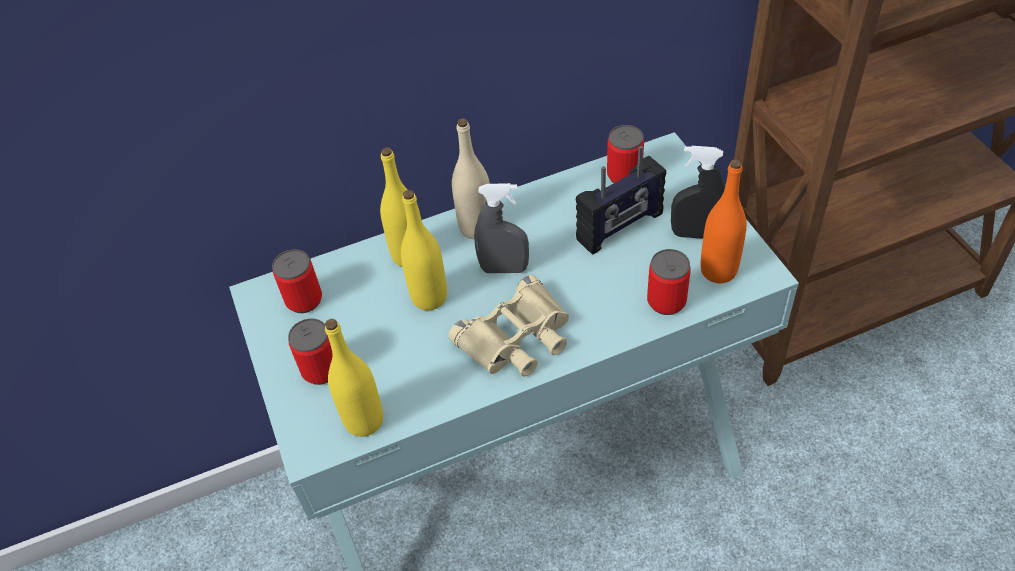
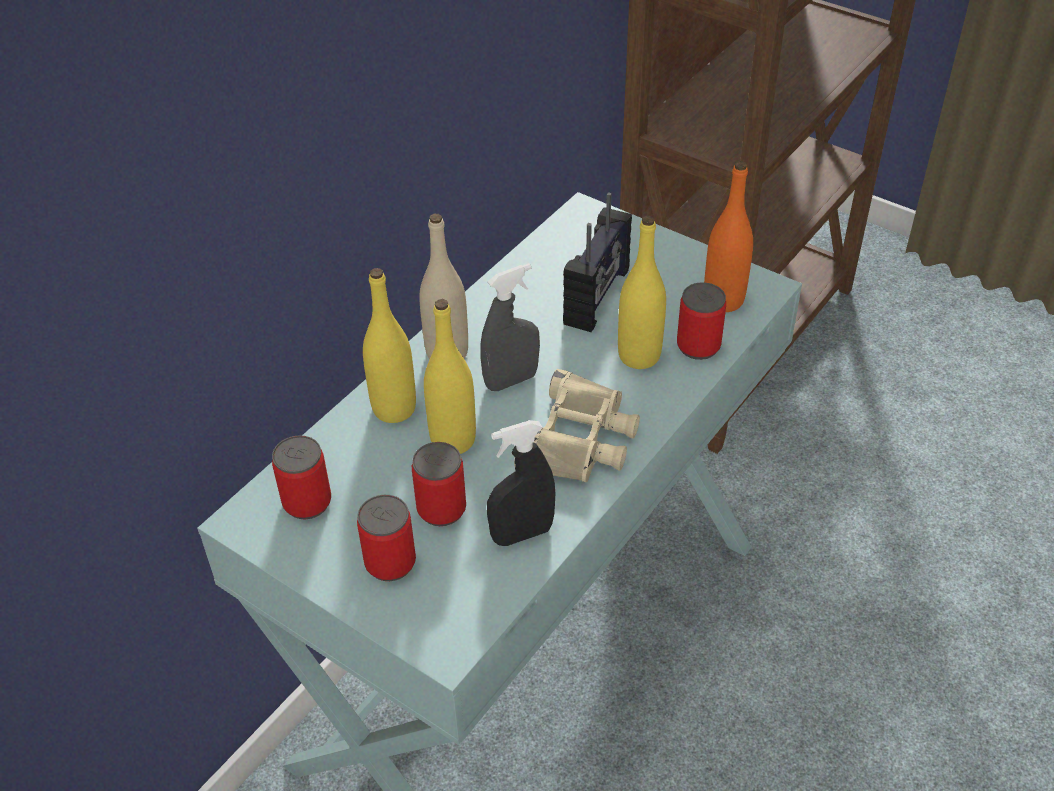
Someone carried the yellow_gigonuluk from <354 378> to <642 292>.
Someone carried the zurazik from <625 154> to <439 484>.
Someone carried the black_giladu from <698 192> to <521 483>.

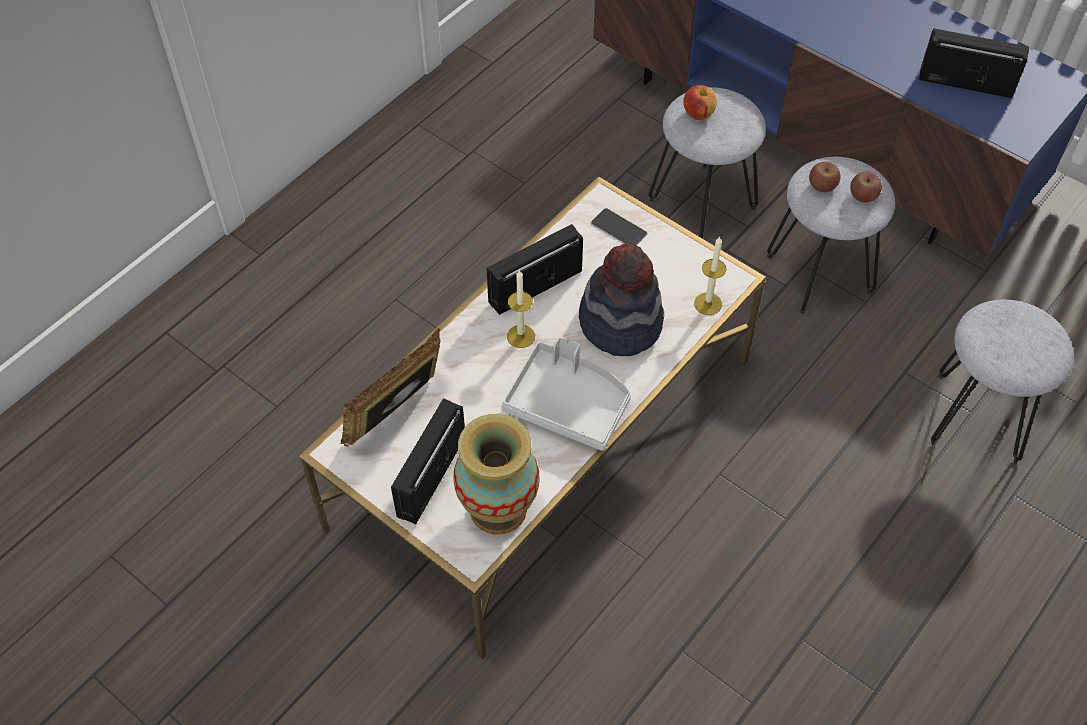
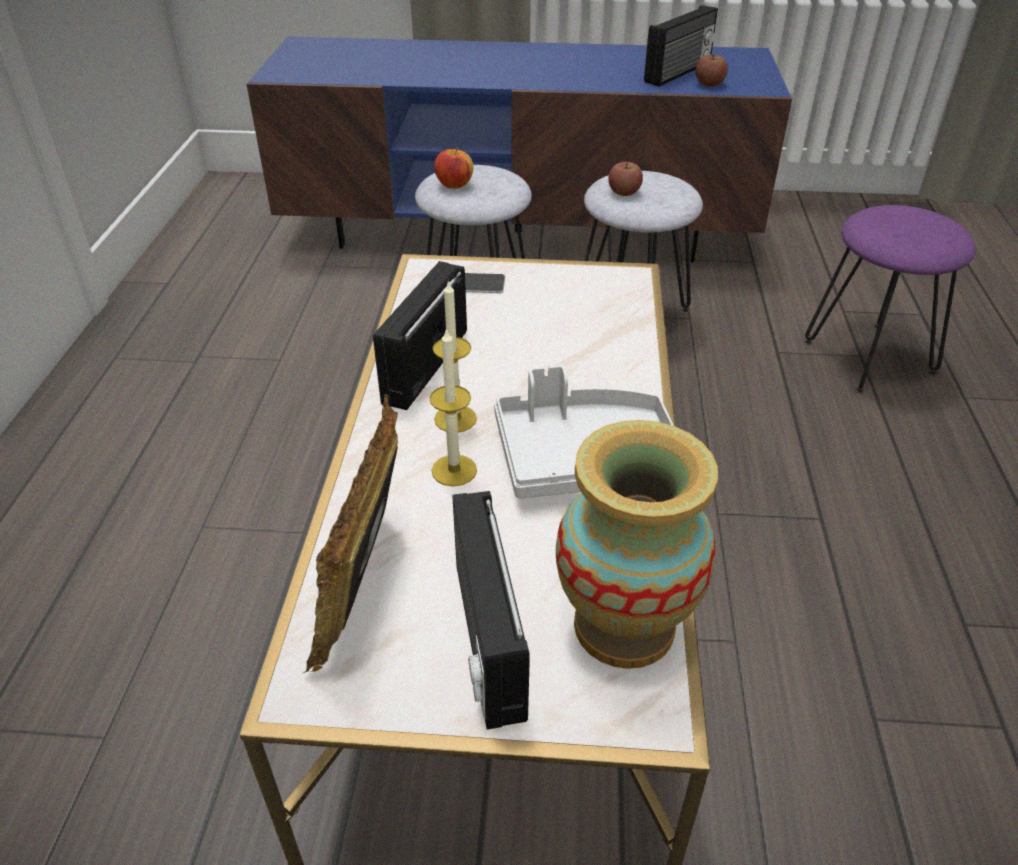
Someone took away the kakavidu at <621 299>.
Someone carried the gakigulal from <710 275> to <453 407>.
Someone carried the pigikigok from <866 186> to <712 70>.
Someone rotated the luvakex at <974 63> by 150 degrees clockwise.
Someone repainted the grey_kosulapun at <1001 382>, which became the purple_kosulapun at <890 299>.

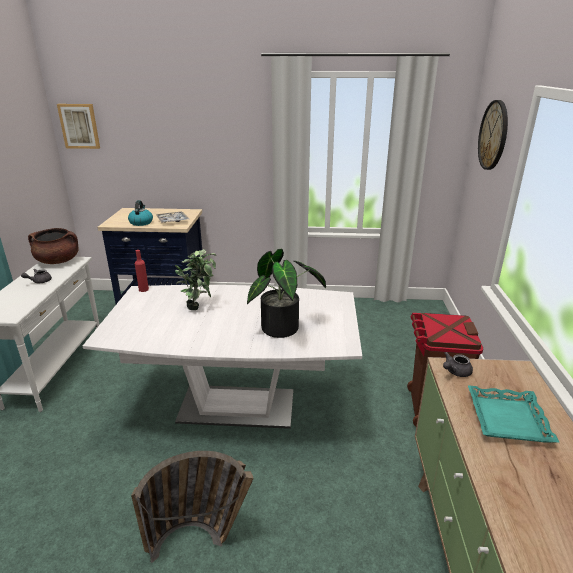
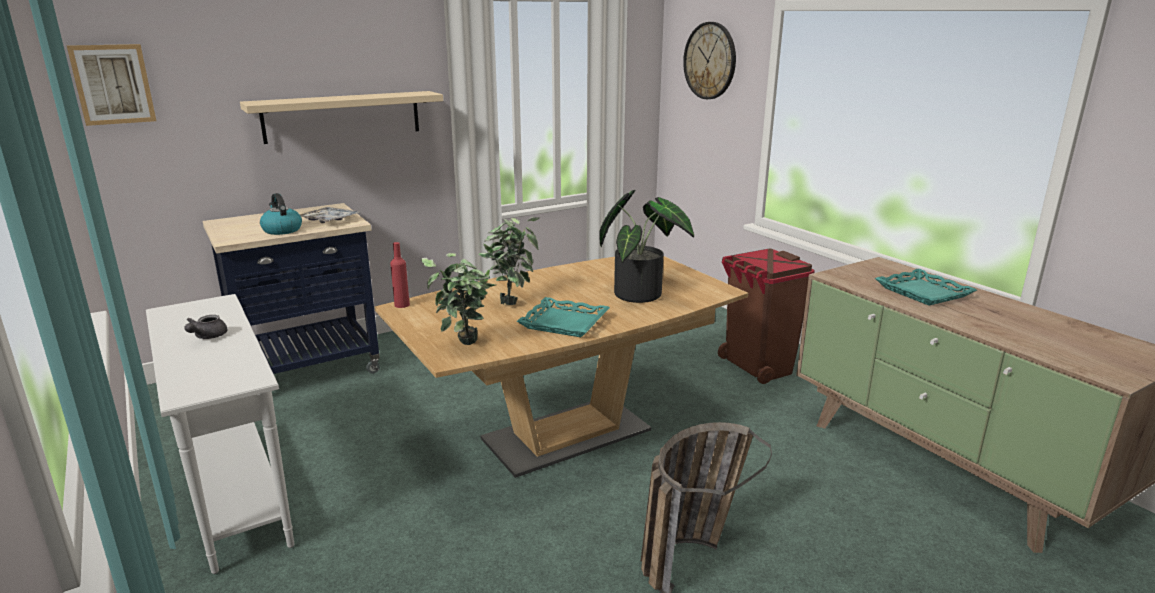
Someone took away the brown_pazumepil at <53 246>.
Someone repainted the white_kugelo at <222 357>, which became the brown_kugelo at <561 367>.
Someone took away the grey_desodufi at <458 364>.
Someone put up the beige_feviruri at <341 117>.
Someone put down the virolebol at <457 299>.
Someone put down the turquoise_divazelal at <563 317>.

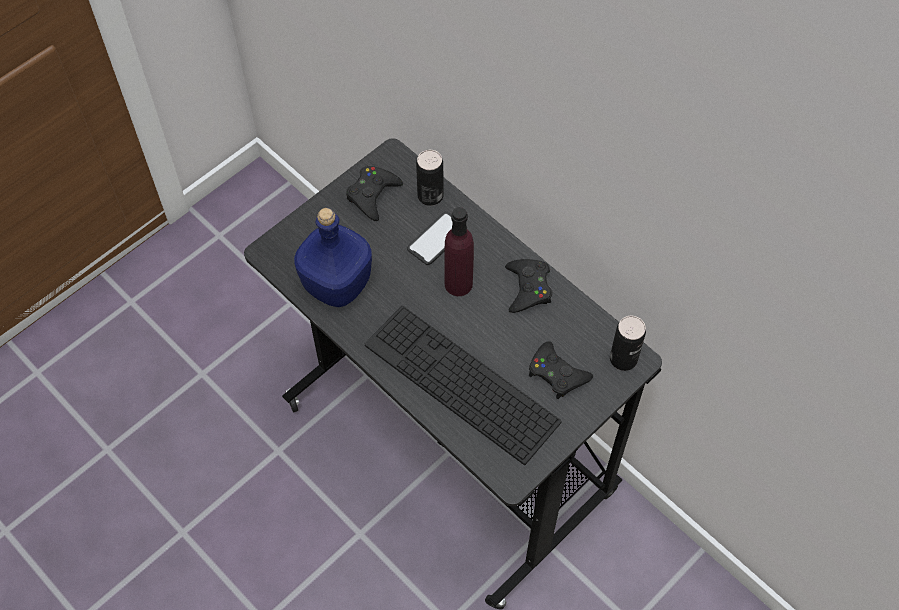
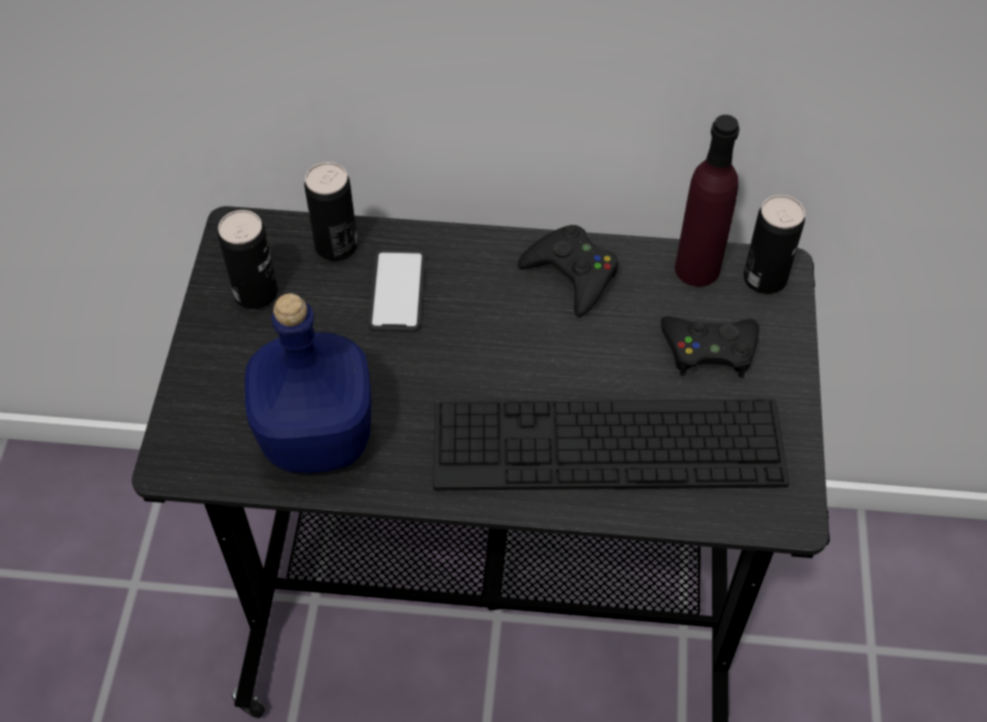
Someone swapped the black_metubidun at <374 193> for the zurazik at <248 259>.
Someone carried the purple_gigonuluk from <459 251> to <707 201>.

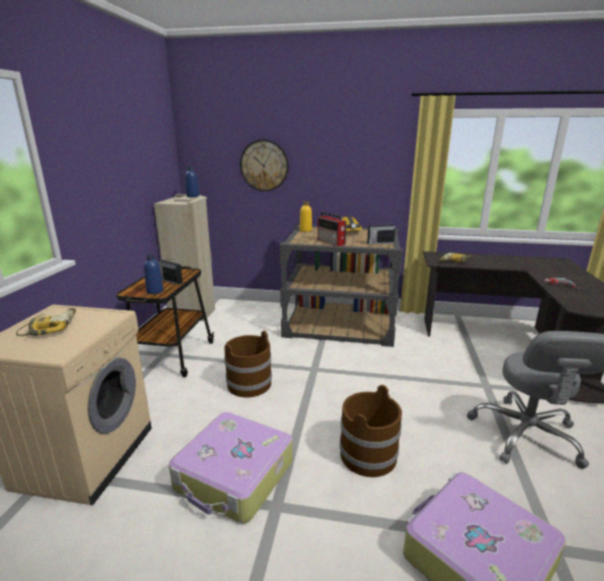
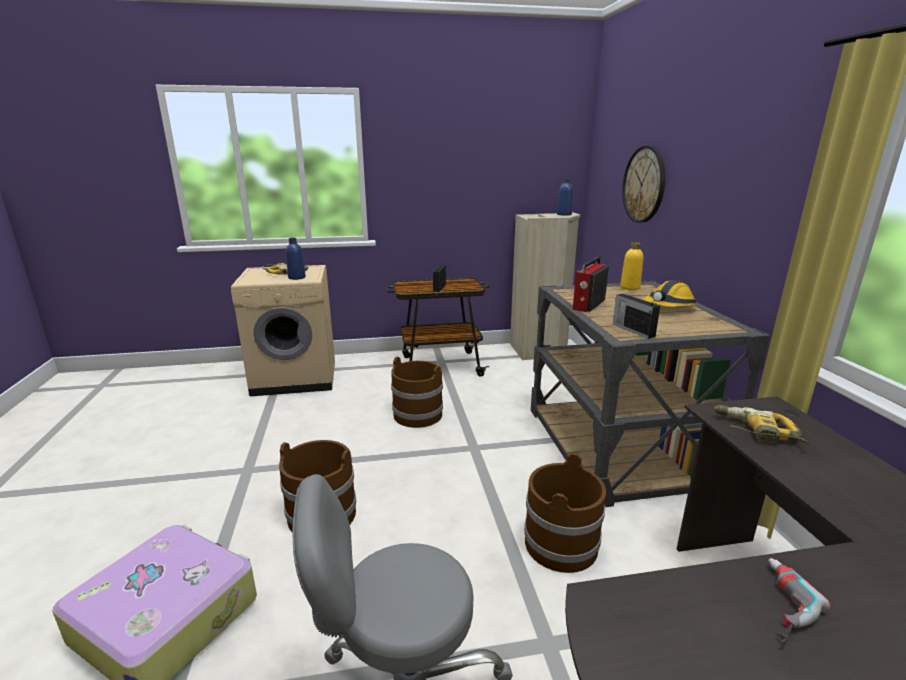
Someone carried the blue_gigonuluk from <154 274> to <296 259>.
Someone took away the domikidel at <231 468>.
Someone put down the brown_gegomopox at <565 513>.

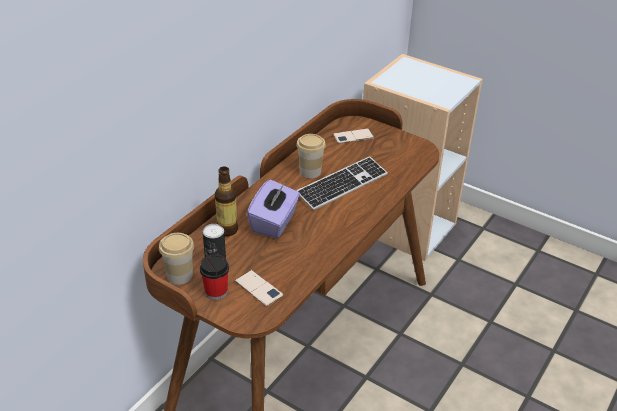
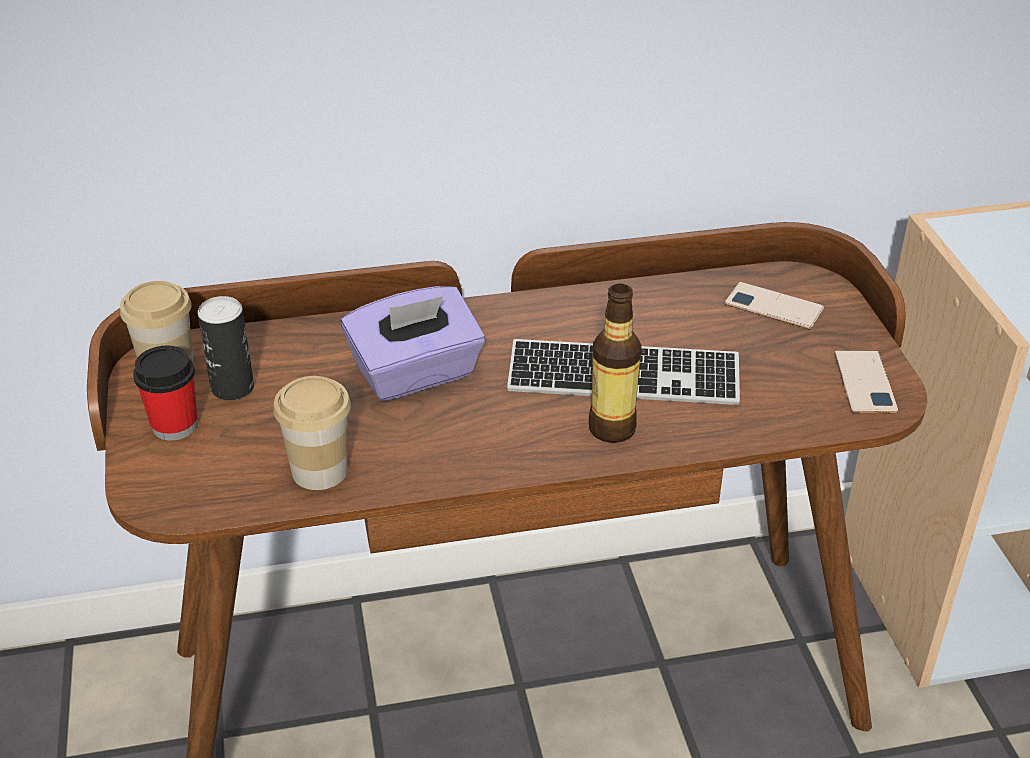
Someone carried the gigonuluk from <226 201> to <615 363>.
Someone carried the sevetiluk from <259 288> to <866 381>.
Someone carried the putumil from <311 156> to <312 433>.

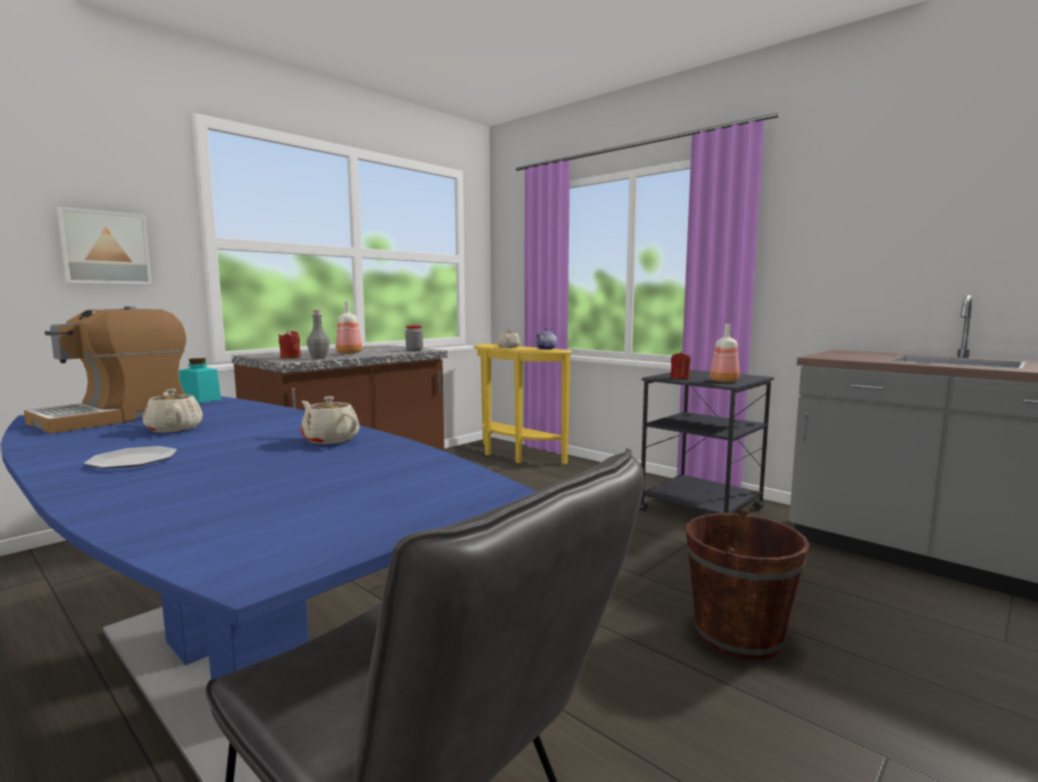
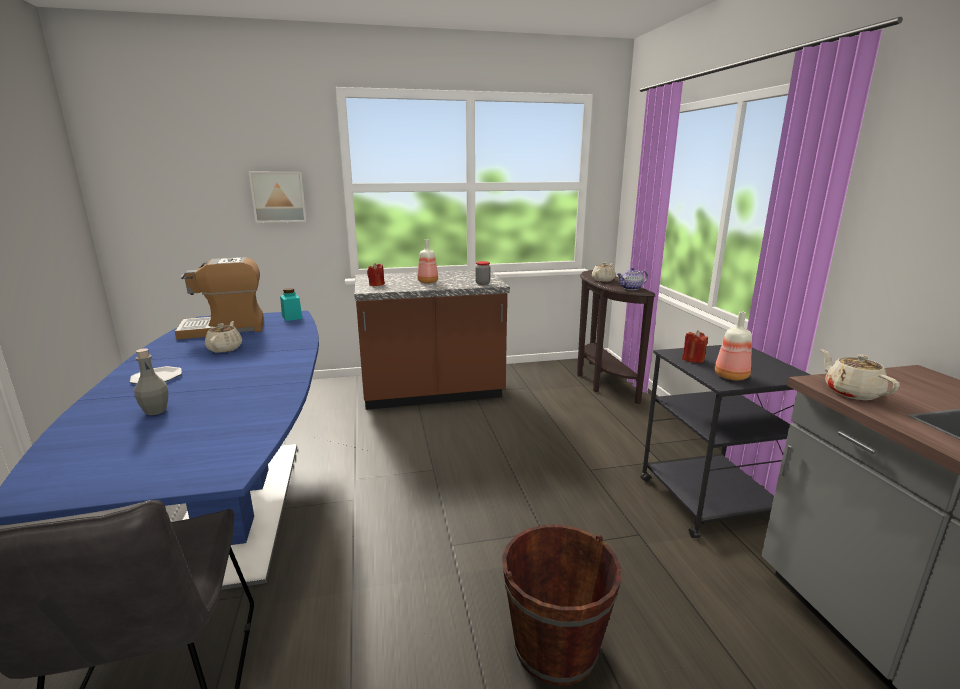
Someone carried the beige_desodufi from <330 420> to <860 374>.
Someone carried the grey_gigonuluk from <318 334> to <151 381>.
Someone repainted the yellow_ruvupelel at <523 404>, which became the brown_ruvupelel at <616 337>.

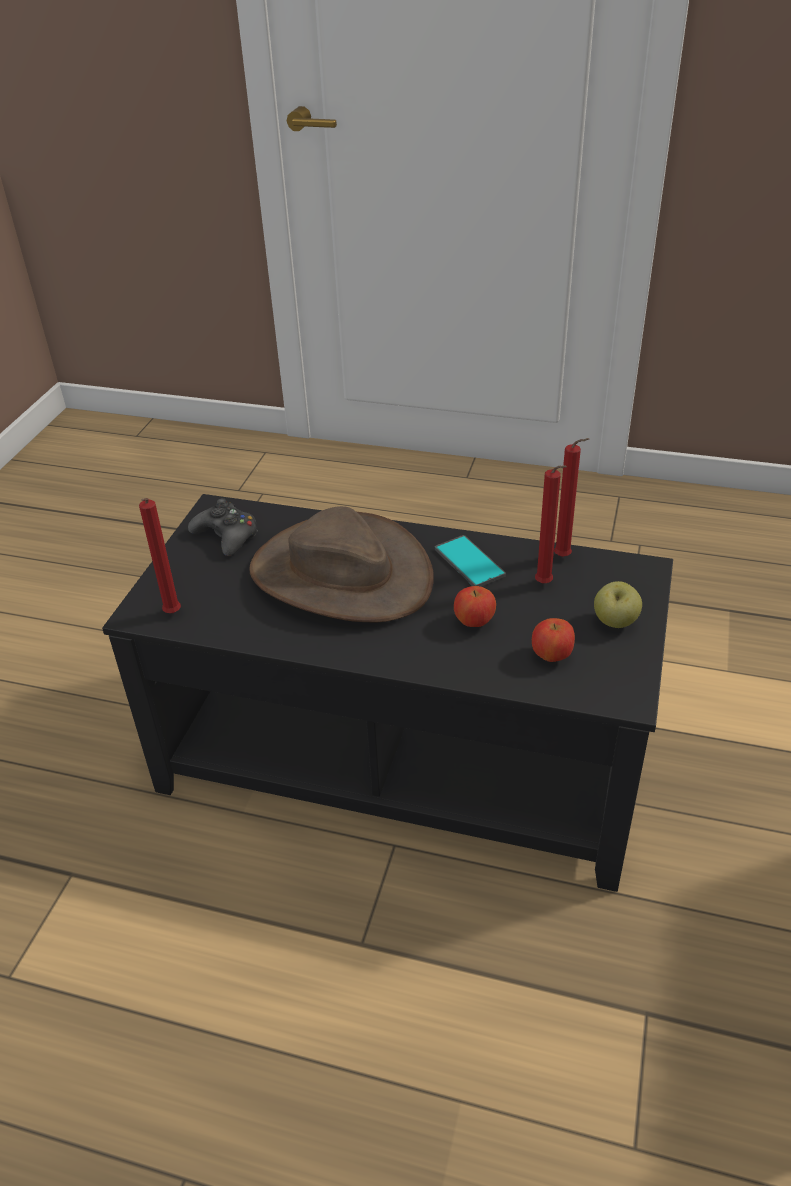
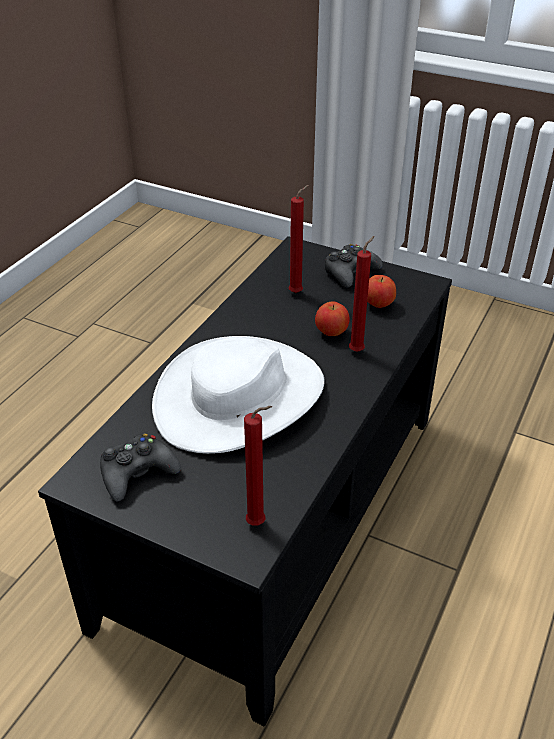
Someone repainted the brown_kakavidu at <341 564>, which became the white_kakavidu at <238 395>.
Someone took away the sevetiluk at <470 561>.
Someone carried the red_gakigulal from <571 497> to <362 294>.
Someone swapped the pigikigok at <618 604> for the black_metubidun at <354 265>.

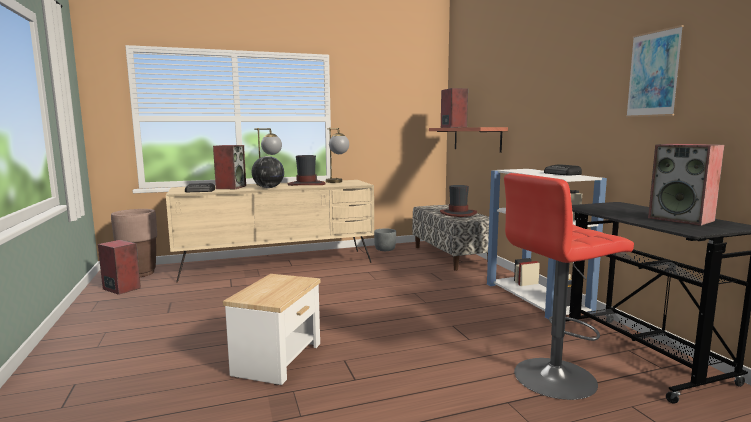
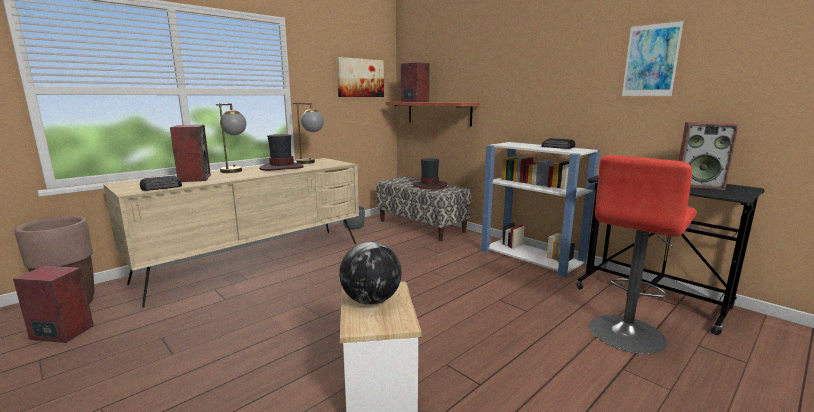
Someone carried the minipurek from <268 172> to <370 273>.
Someone put up the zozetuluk at <360 77>.

